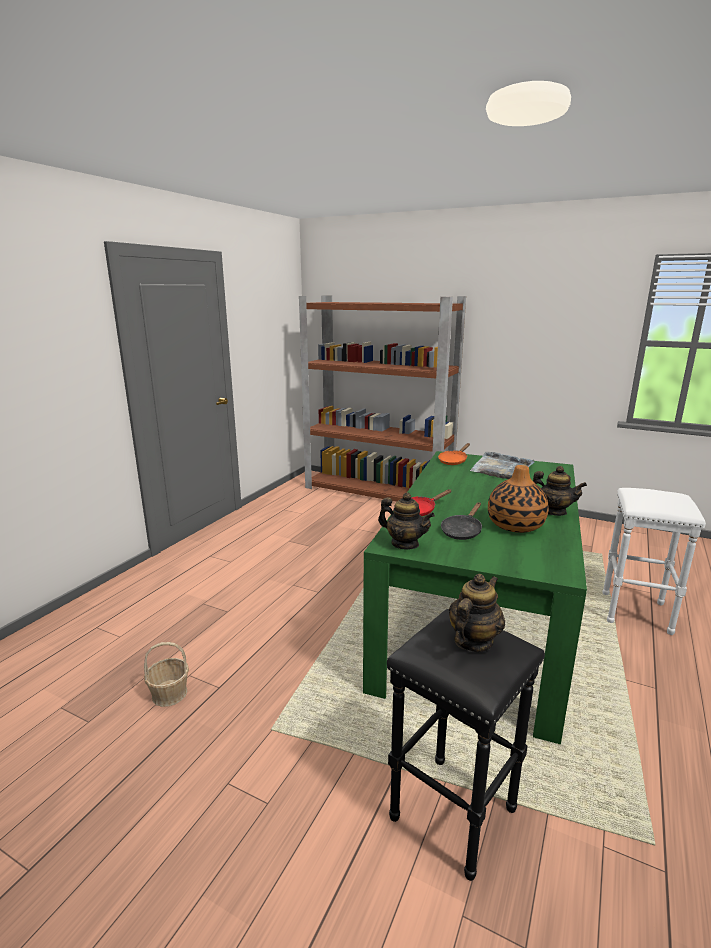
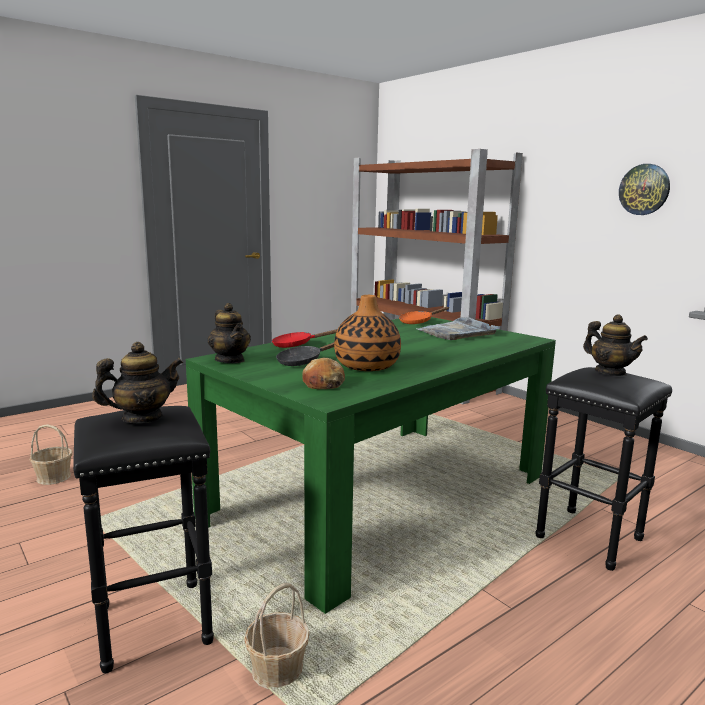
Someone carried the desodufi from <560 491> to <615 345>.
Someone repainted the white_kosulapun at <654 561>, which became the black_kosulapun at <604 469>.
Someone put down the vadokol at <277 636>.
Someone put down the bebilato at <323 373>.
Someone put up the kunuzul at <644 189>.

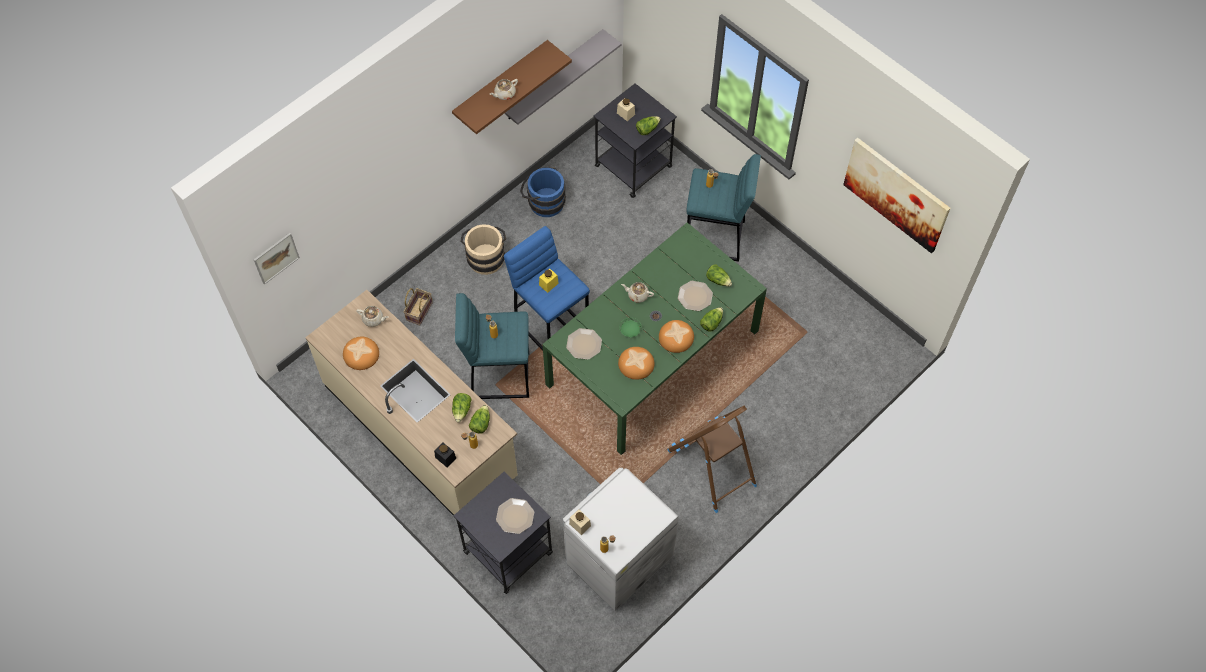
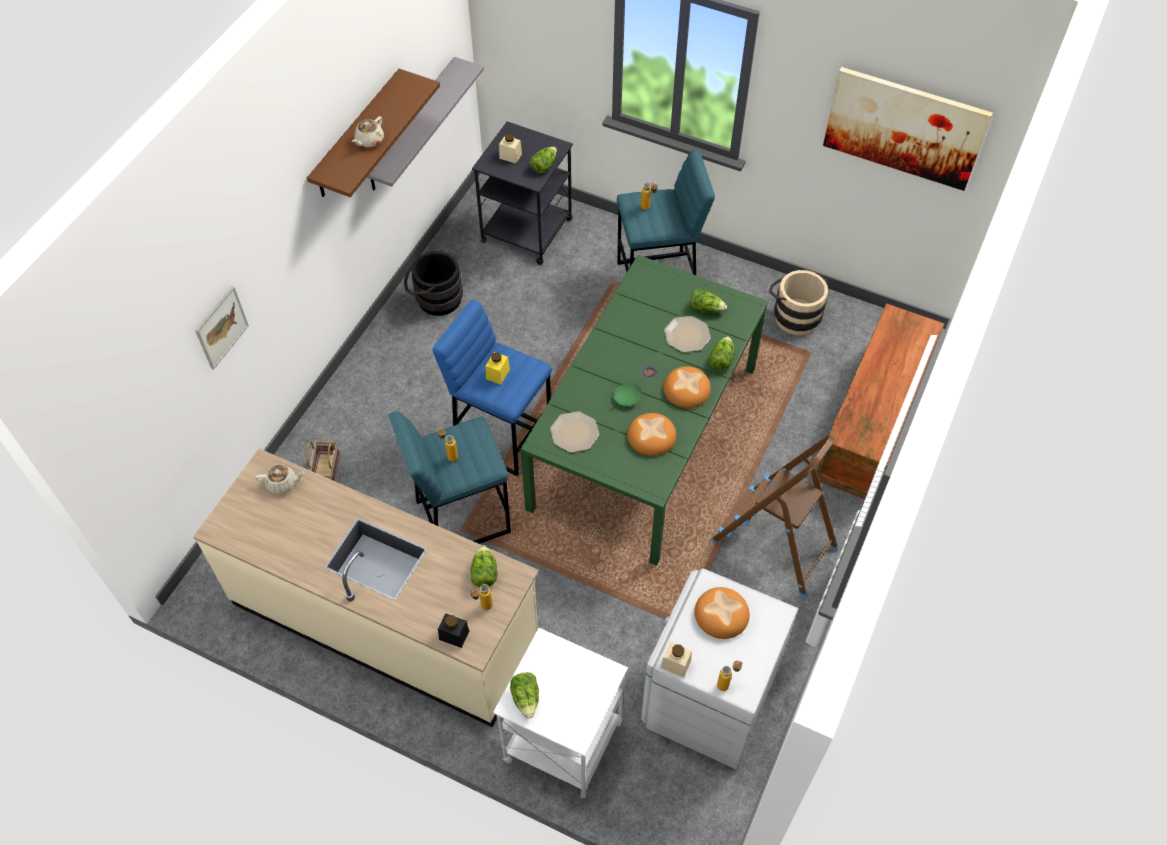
Someone carried the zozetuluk from <277 259> to <222 328>.
Someone carried the bebilato from <361 353> to <722 613>.
Someone carried the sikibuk from <461 407> to <524 695>.
Someone repainted the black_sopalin at <503 532>, which became the white_sopalin at <560 713>.
Someone carried the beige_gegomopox from <483 249> to <798 302>.
Someone took away the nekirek at <515 516>.
Someone repainted the blue_gegomopox at <543 192>, which became the black_gegomopox at <433 283>.
Someone took away the beige_desodufi at <637 292>.
Someone put down the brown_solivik at <880 401>.

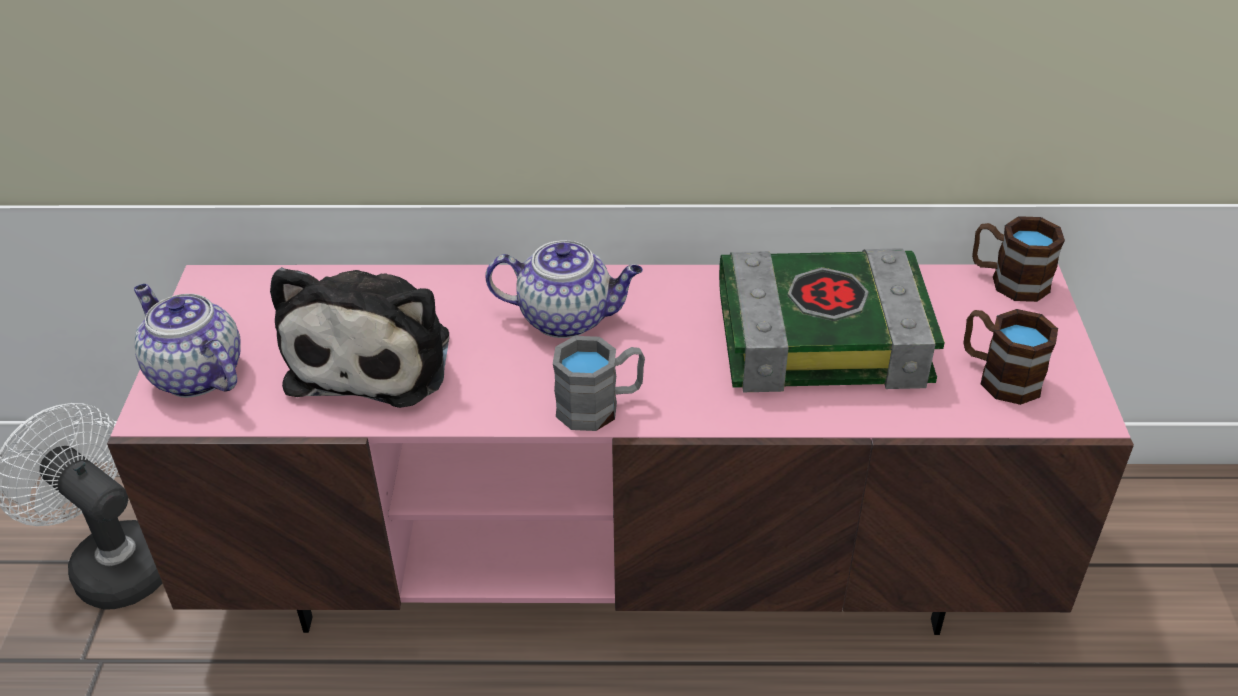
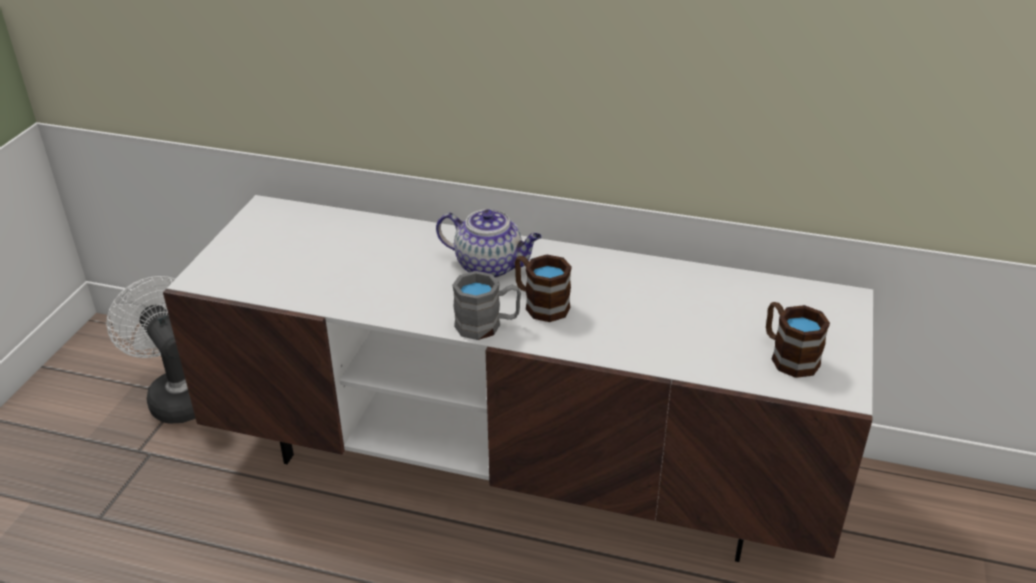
Someone repainted the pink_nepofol at <620 449>, which became the white_nepofol at <518 378>.
Someone took away the desodufi at <187 341>.
Someone took away the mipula at <359 337>.
Someone took away the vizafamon at <832 320>.
Someone carried the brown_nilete from <1018 259> to <543 288>.

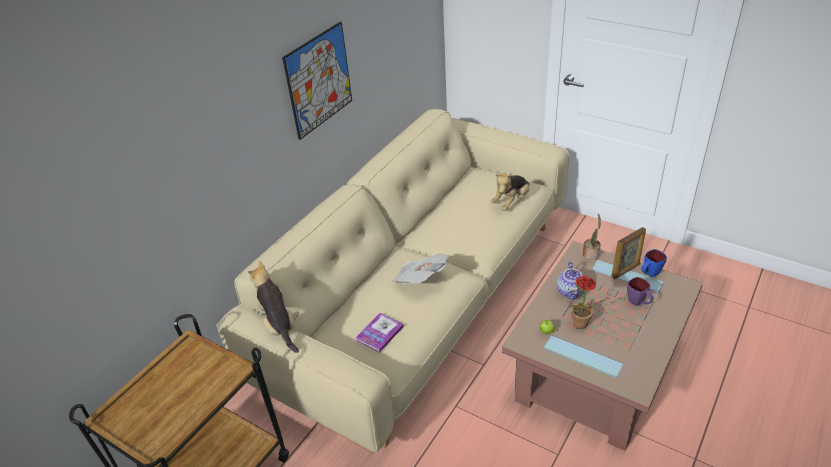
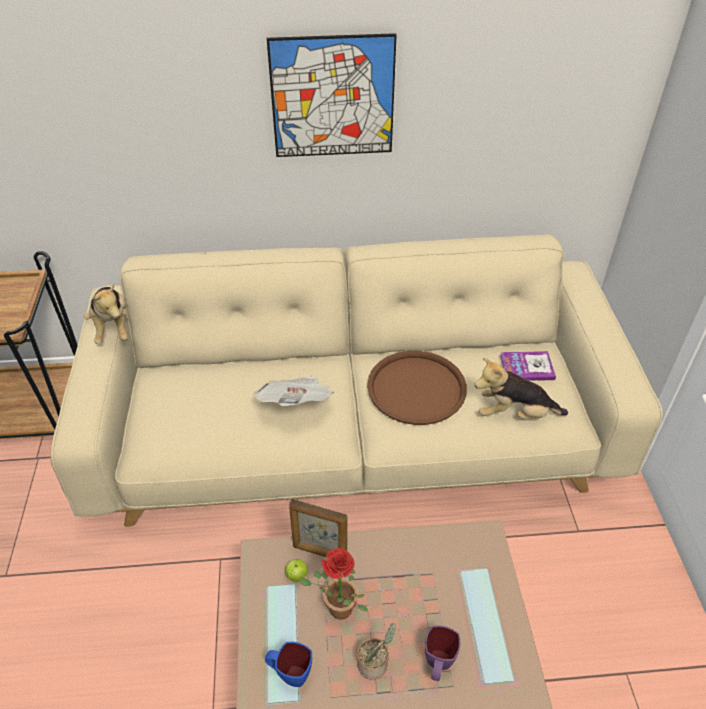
Someone rotated the mipula at <273 307> by 135 degrees clockwise.
Someone carried the vizafamon from <379 333> to <528 366>.
Someone took away the desodufi at <570 281>.
Someone carried the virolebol from <592 237> to <376 651>.
Someone carried the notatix from <628 253> to <318 528>.
Someone carried the blue_nilete from <654 263> to <288 664>.
Someone put down the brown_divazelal at <417 388>.

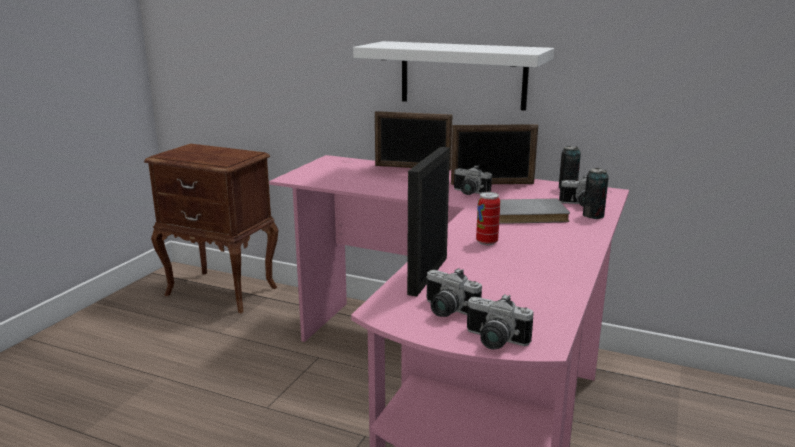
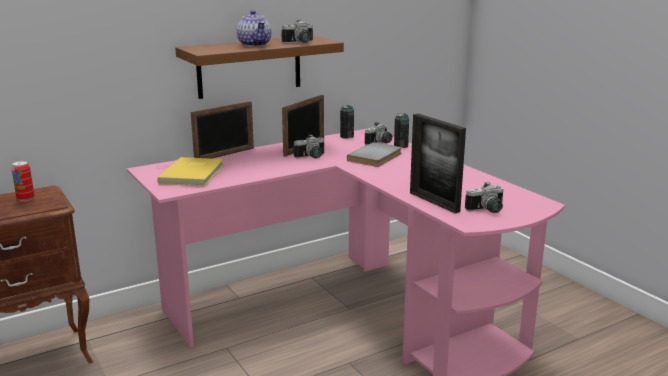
Someone repainted the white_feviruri at <453 76>, which became the brown_feviruri at <259 67>.
Someone carried the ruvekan from <500 321> to <297 32>.
Someone carried the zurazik from <488 218> to <23 181>.
Someone put down the yellow_vizafamon at <190 171>.
Someone put down the desodufi at <254 28>.

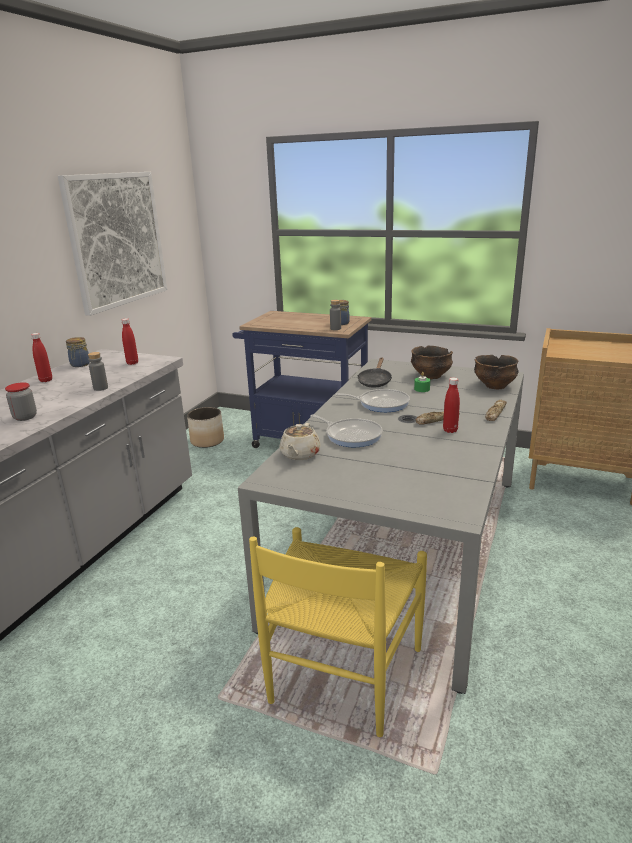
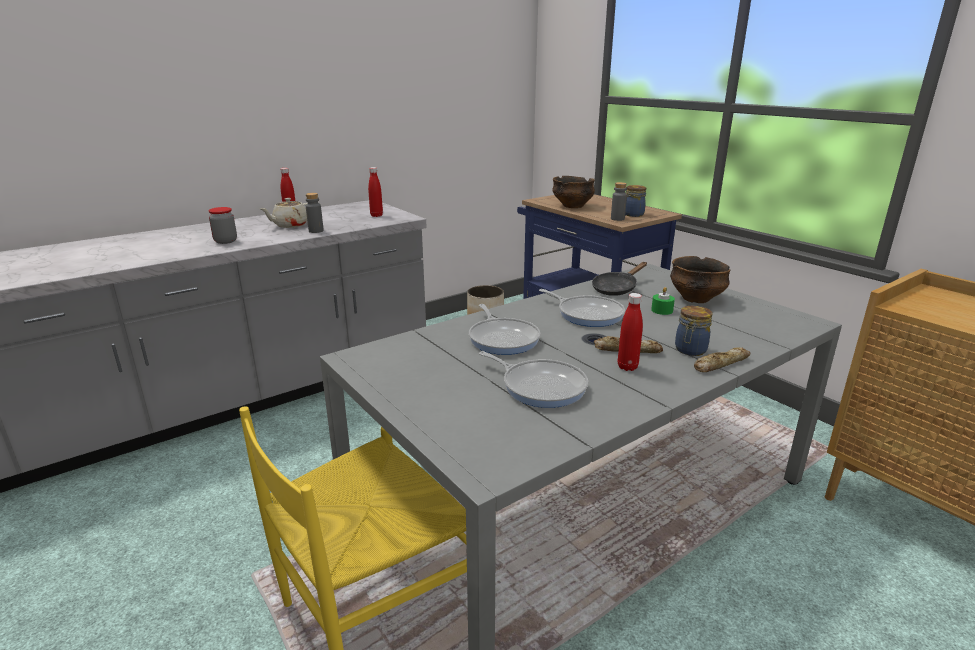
Someone took away the zozetuluk at <112 244>.
Someone carried the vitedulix from <78 352> to <694 331>.
Someone carried the beige_desodufi from <300 441> to <283 213>.
Someone carried the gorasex from <496 372> to <573 192>.
Someone put down the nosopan at <533 379>.

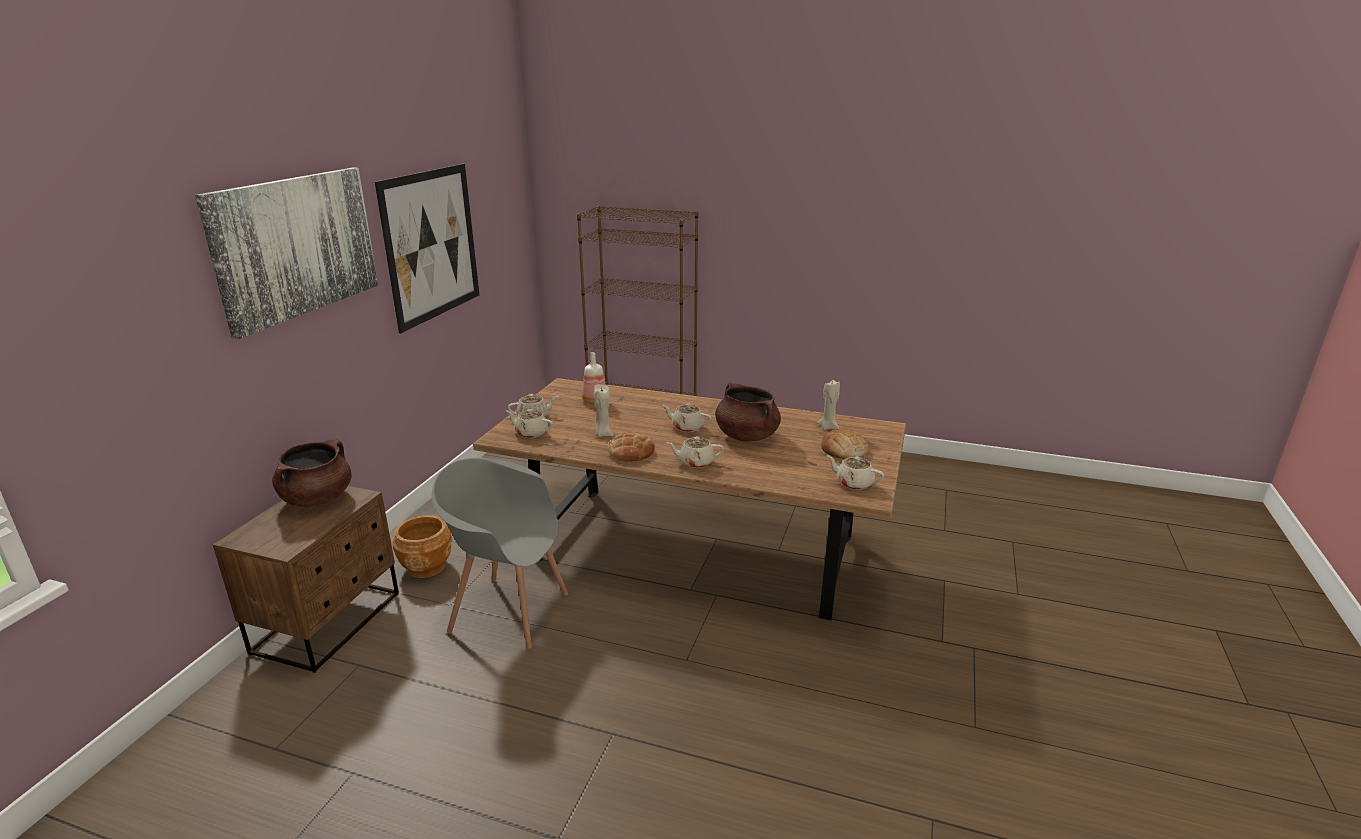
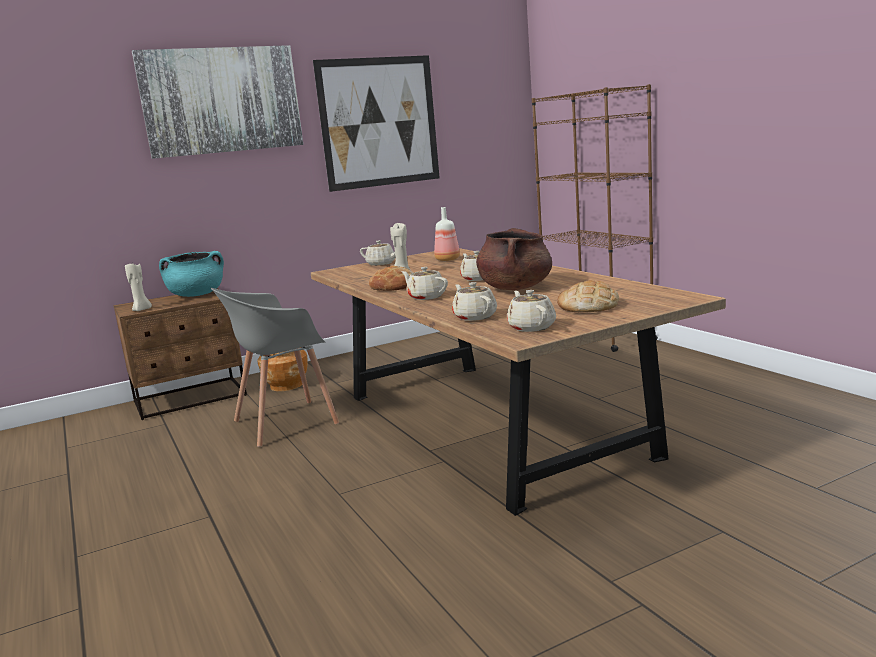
Someone repainted the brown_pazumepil at <312 473>, which became the turquoise_pazumepil at <191 274>.
Someone rotated the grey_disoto at <500 553> by 90 degrees counterclockwise.
Someone carried the beige_desodufi from <529 423> to <474 301>.
Someone carried the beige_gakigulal from <828 405> to <138 287>.

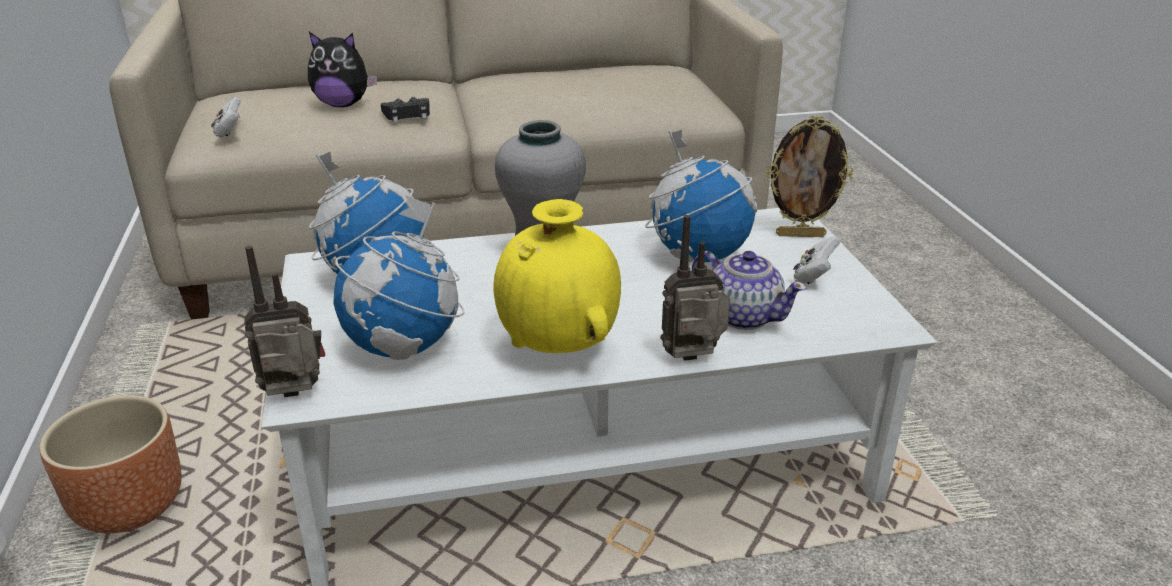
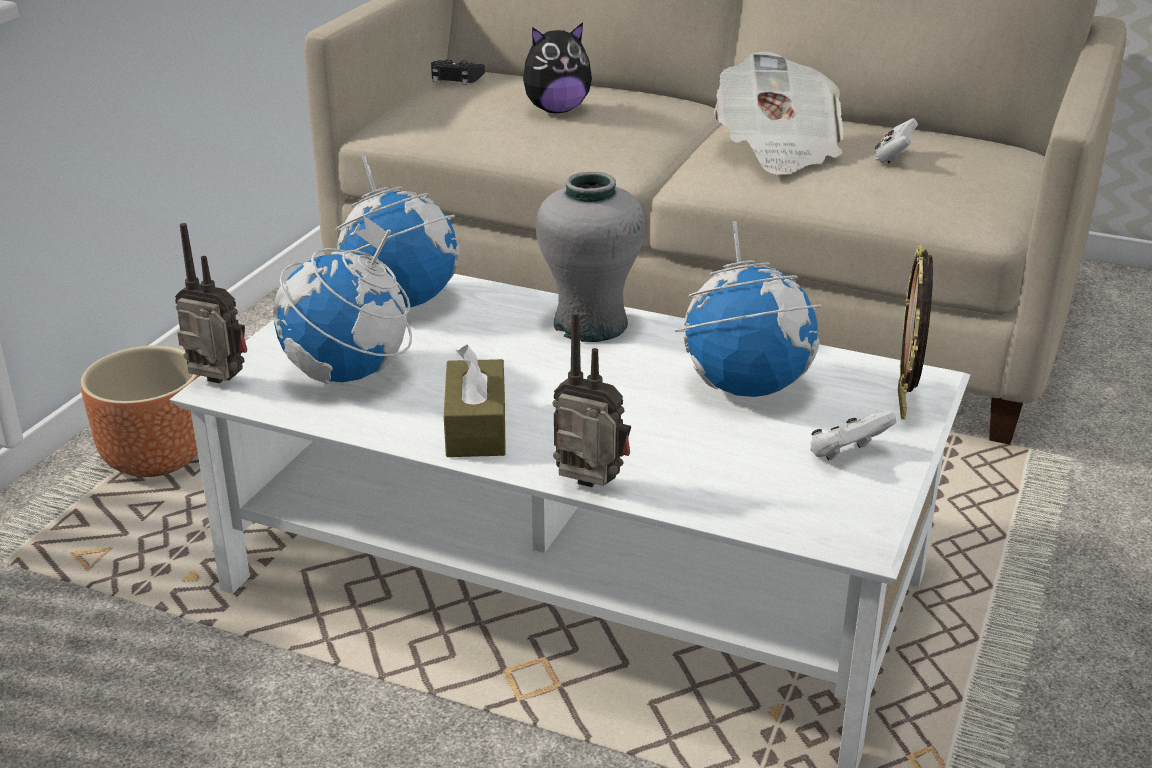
Someone carried the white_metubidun from <226 117> to <896 140>.
Someone rotated the mipula at <342 69> by 60 degrees counterclockwise.
Someone carried the black_metubidun from <405 109> to <458 71>.
Someone swapped the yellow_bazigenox at <557 276> for the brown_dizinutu at <475 401>.
Someone took away the desodufi at <749 290>.
Someone rotated the notatix at <809 176> by 60 degrees clockwise.
Someone put down the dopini at <778 113>.

